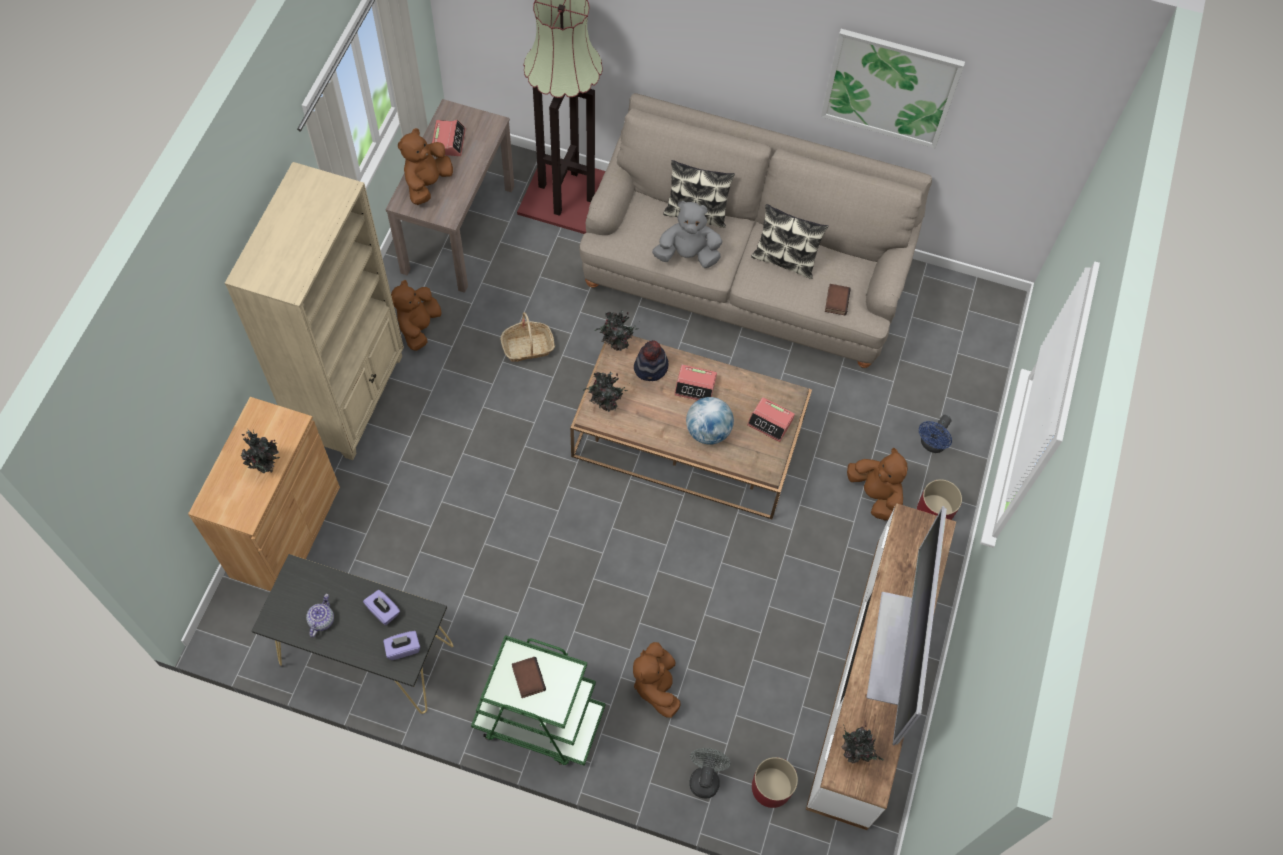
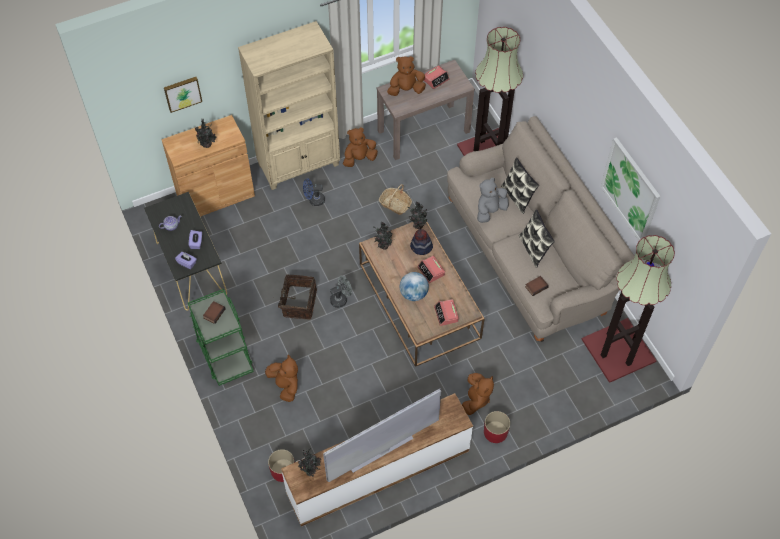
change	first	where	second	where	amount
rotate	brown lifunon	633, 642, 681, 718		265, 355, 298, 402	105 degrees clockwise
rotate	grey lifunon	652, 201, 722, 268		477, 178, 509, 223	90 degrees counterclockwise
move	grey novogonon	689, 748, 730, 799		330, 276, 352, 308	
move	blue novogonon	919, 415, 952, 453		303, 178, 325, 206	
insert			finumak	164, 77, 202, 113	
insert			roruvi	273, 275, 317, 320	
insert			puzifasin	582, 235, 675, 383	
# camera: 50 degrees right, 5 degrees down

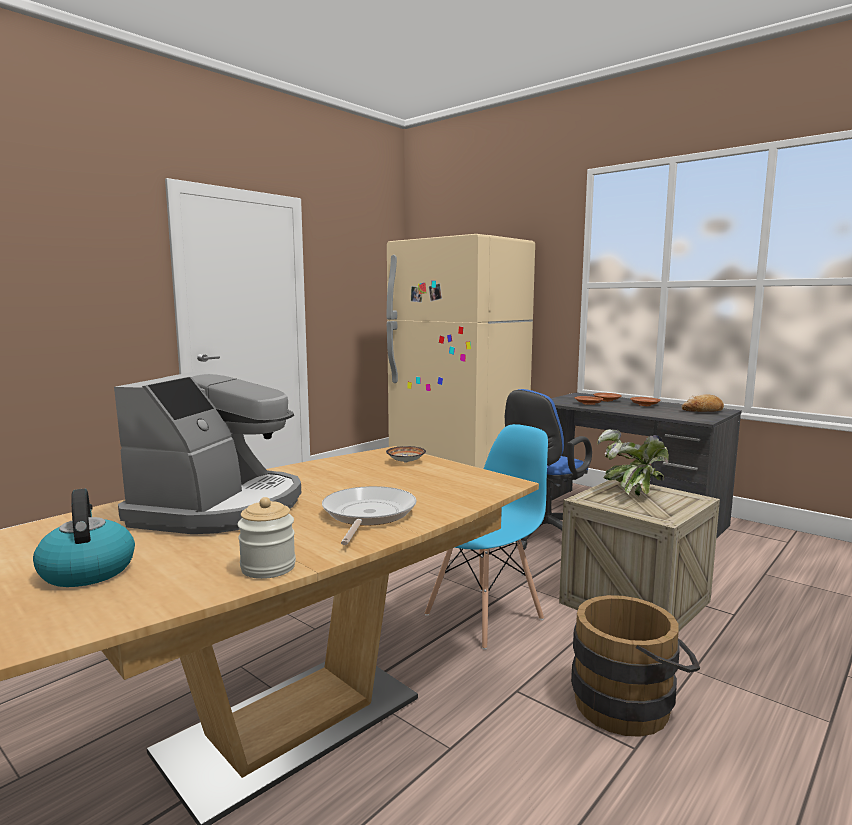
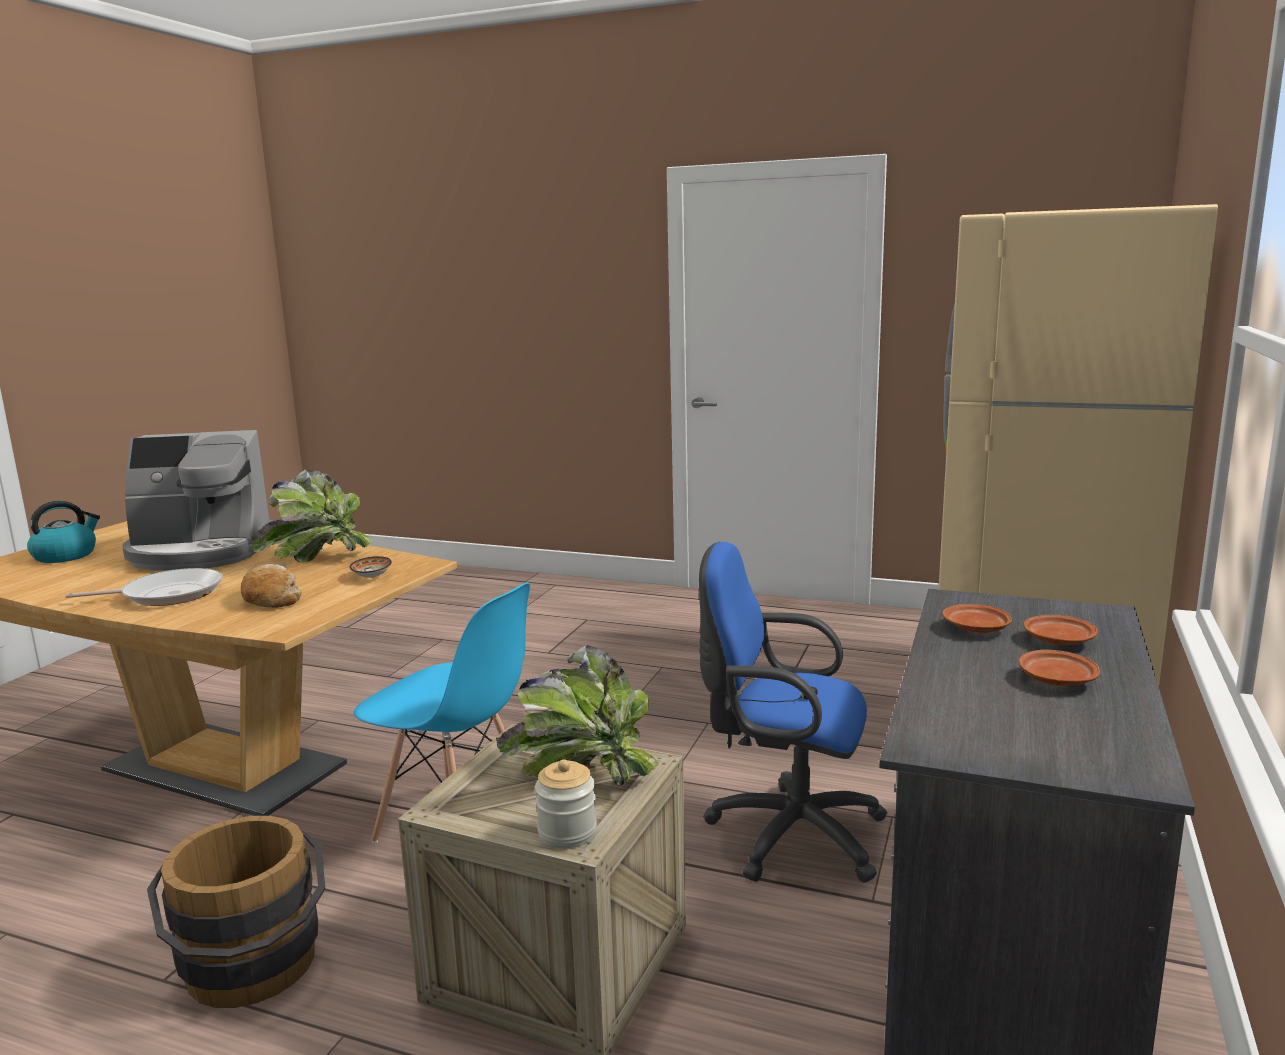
change	first	where	second	where	amount
move	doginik	237, 497, 296, 579		535, 760, 597, 848	
move	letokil	681, 394, 724, 412		241, 564, 302, 608	
insert			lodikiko	248, 469, 372, 563	
# camera: 70 degrees right, 5 degrees up

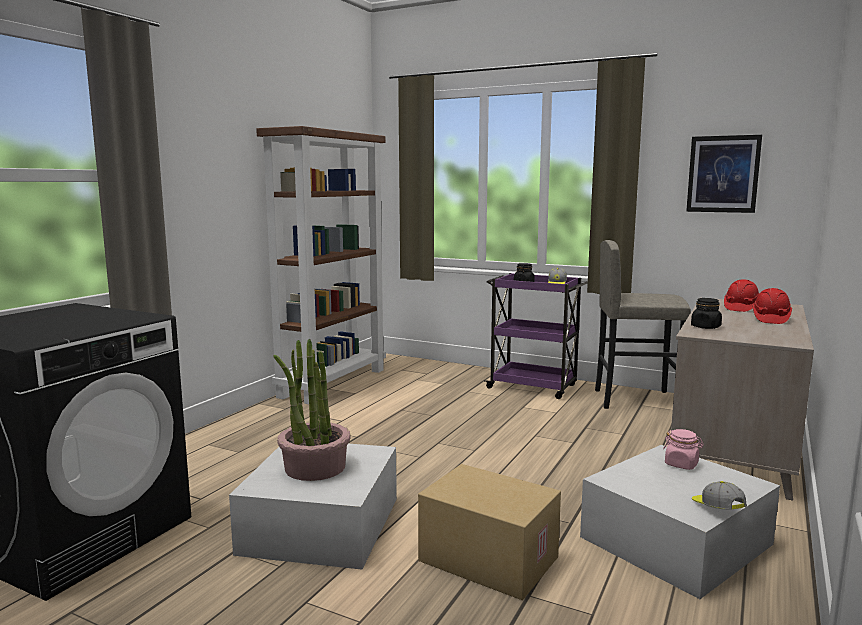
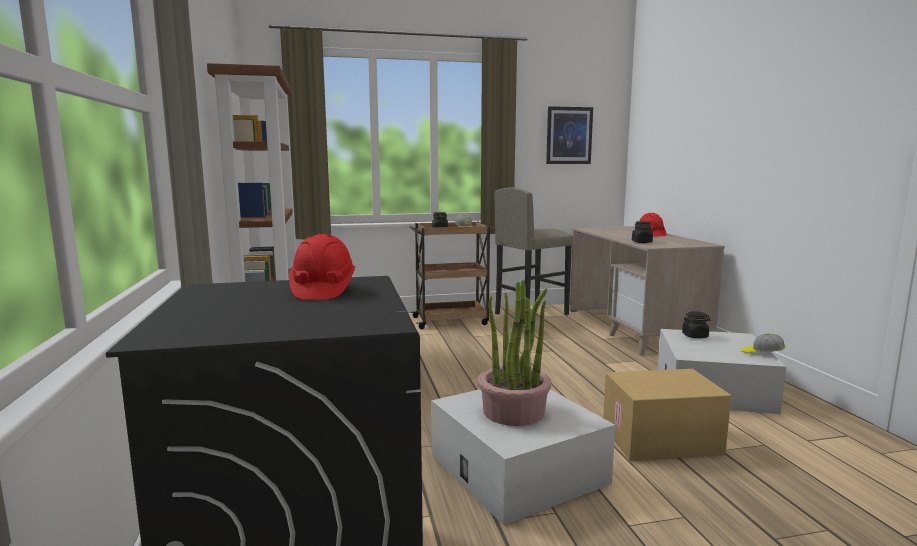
change	first	where	second	where	amount
recolor	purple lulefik	484, 273, 588, 399	brown lulefik	409, 222, 496, 329	
recolor	pink doginik	663, 429, 704, 470	black doginik	682, 311, 710, 338	
move	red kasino	724, 279, 759, 312		289, 234, 355, 300	
# camera: 40 degrees left, 0 degrees up

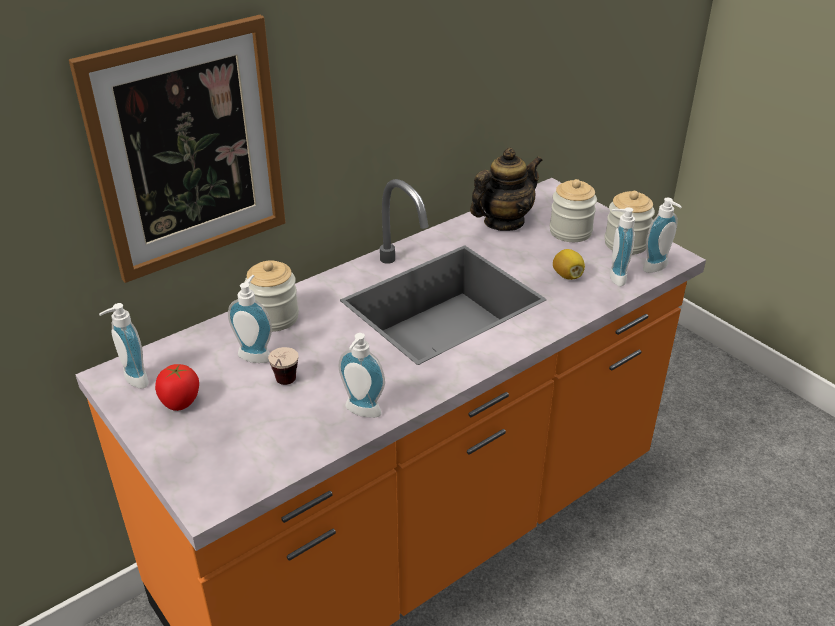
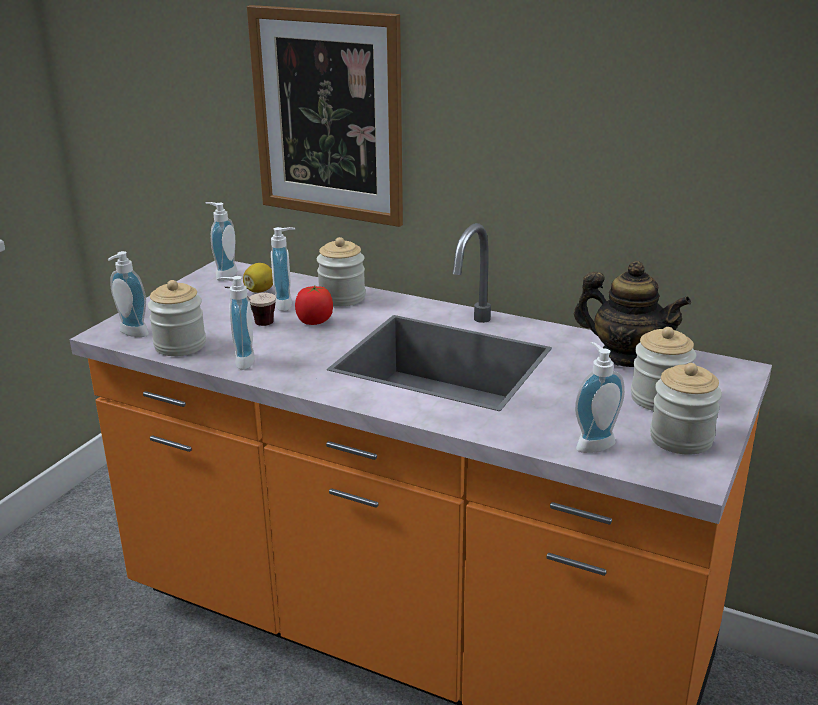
change	first	where	second	where	amount
move	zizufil	155, 364, 199, 411		295, 286, 333, 325	
move	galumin	553, 249, 585, 280		243, 263, 273, 293	
move	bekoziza	643, 198, 682, 273		108, 251, 149, 337	
insert			doginik	148, 280, 206, 356	
# camera: 65 degrees right, 10 degrees down

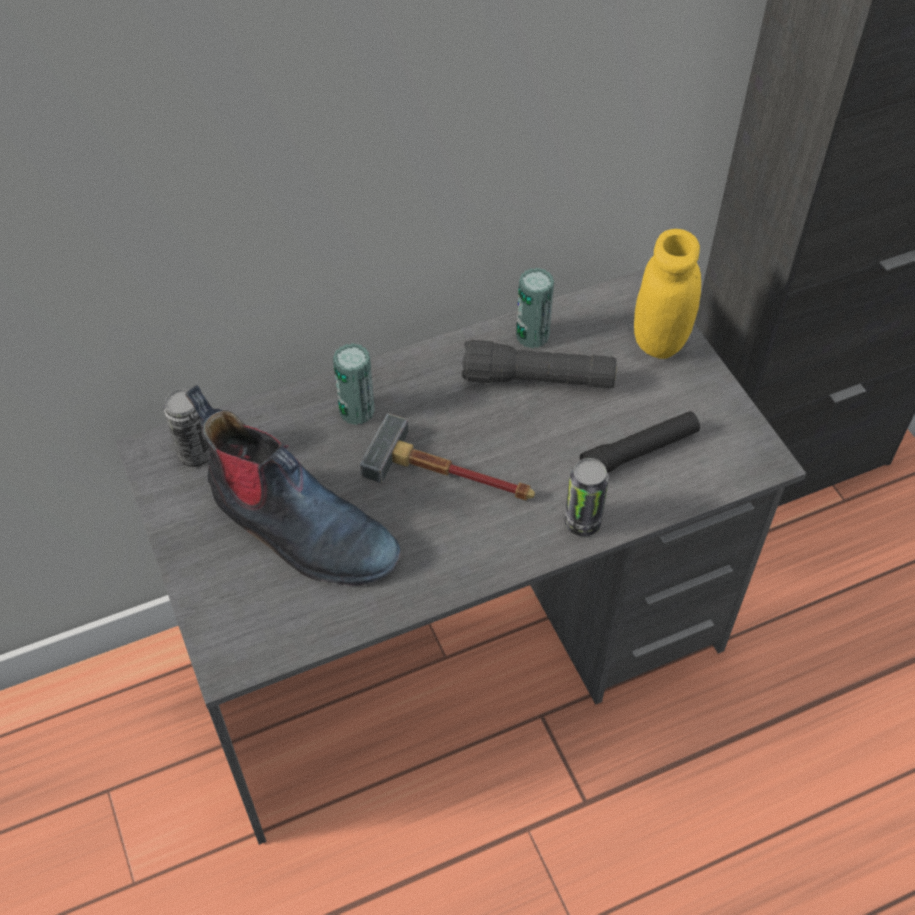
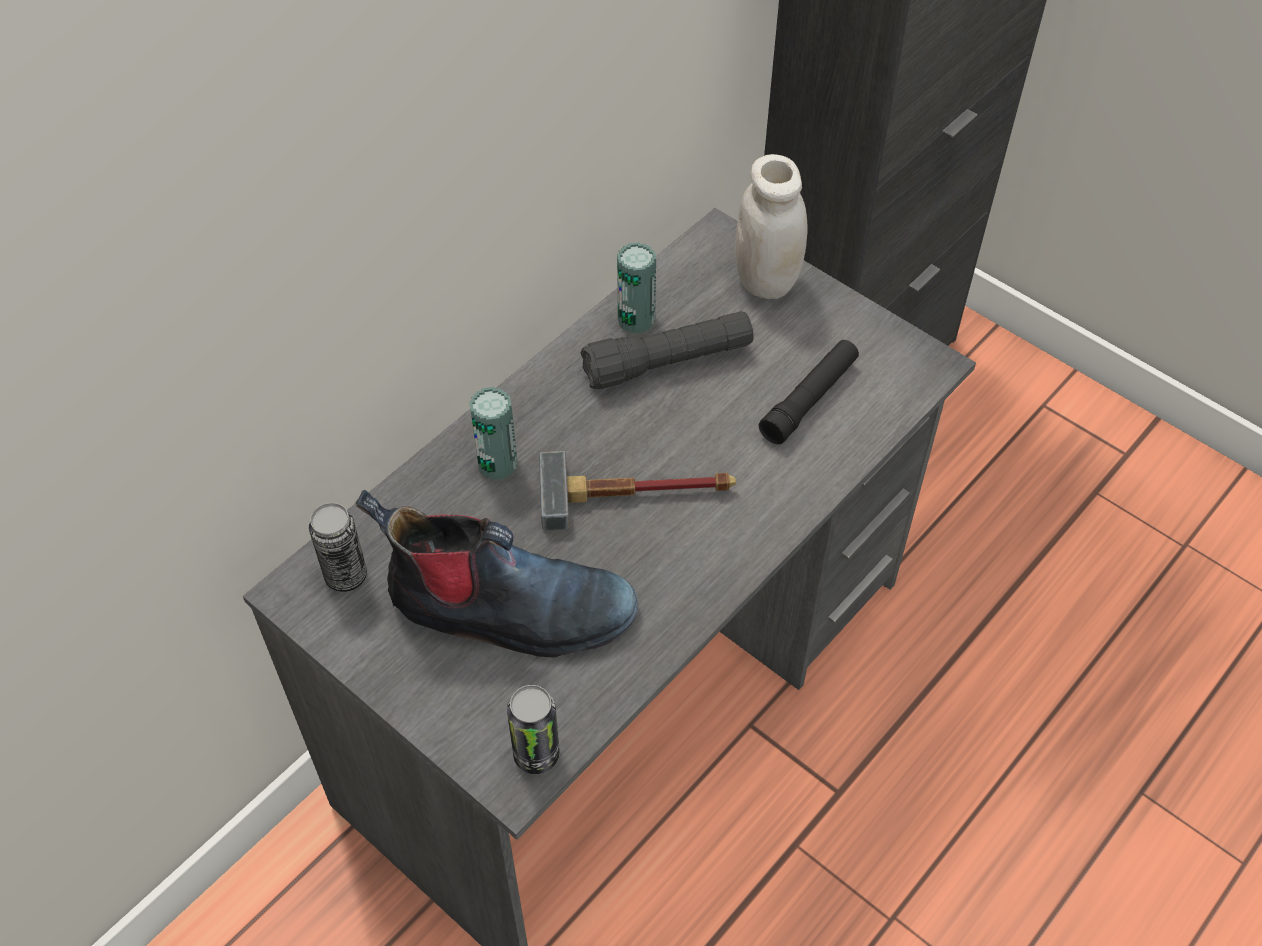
change	first	where	second	where	amount
move	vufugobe	564, 458, 609, 536		507, 685, 560, 774	
recolor	yellow doginik	634, 229, 701, 359	white doginik	735, 154, 808, 299	
# camera: 25 degrees left, 0 degrees up

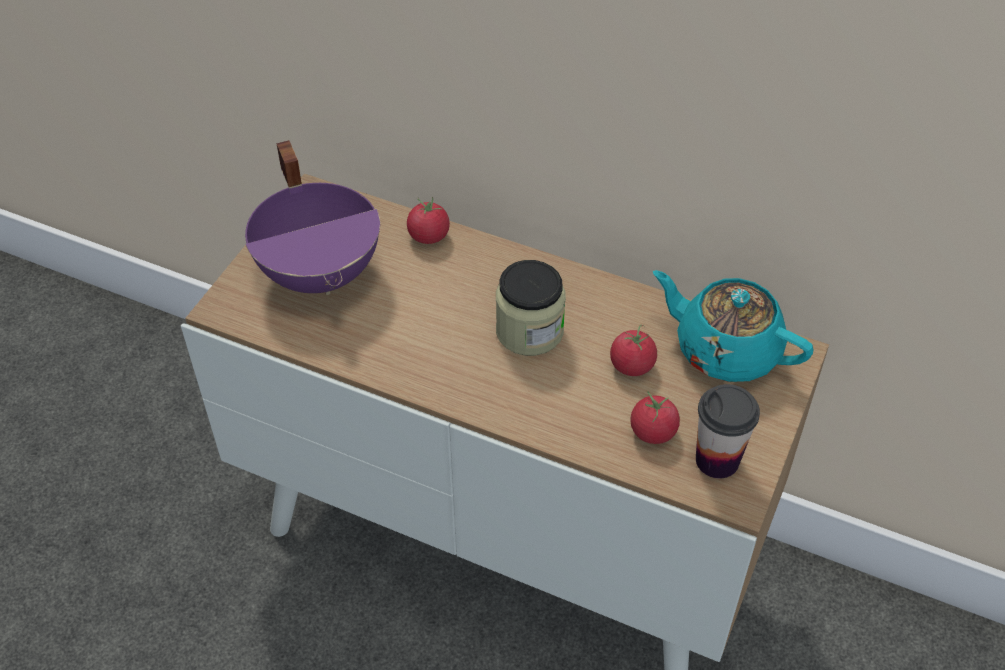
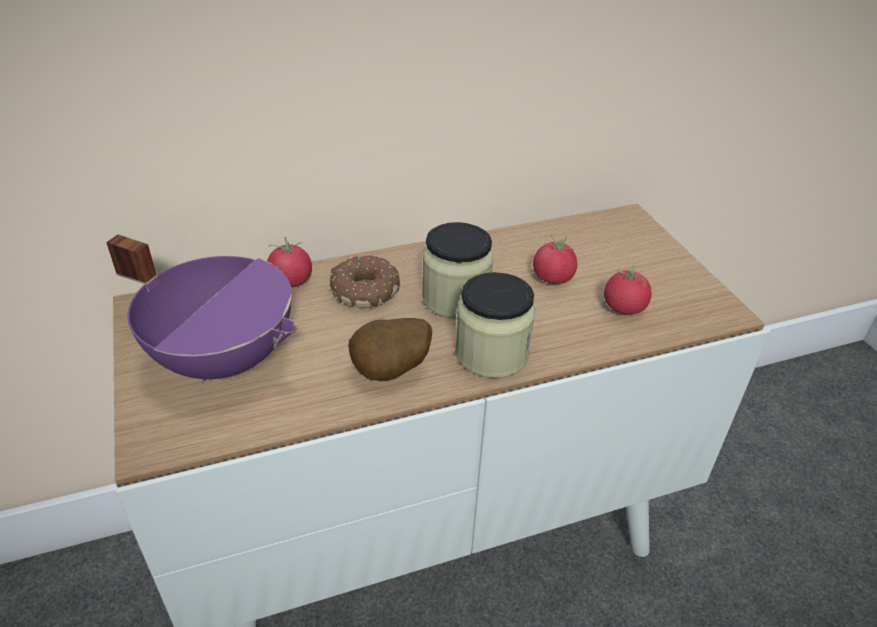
change	first	where	second	where	amount
delete	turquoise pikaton	653, 270, 813, 382			
delete	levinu	696, 384, 760, 478			
insert			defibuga	330, 255, 400, 308	
insert			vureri	348, 318, 432, 381	
insert			doginik	455, 272, 535, 378	
# camera: 45 degrees left, 10 degrees down

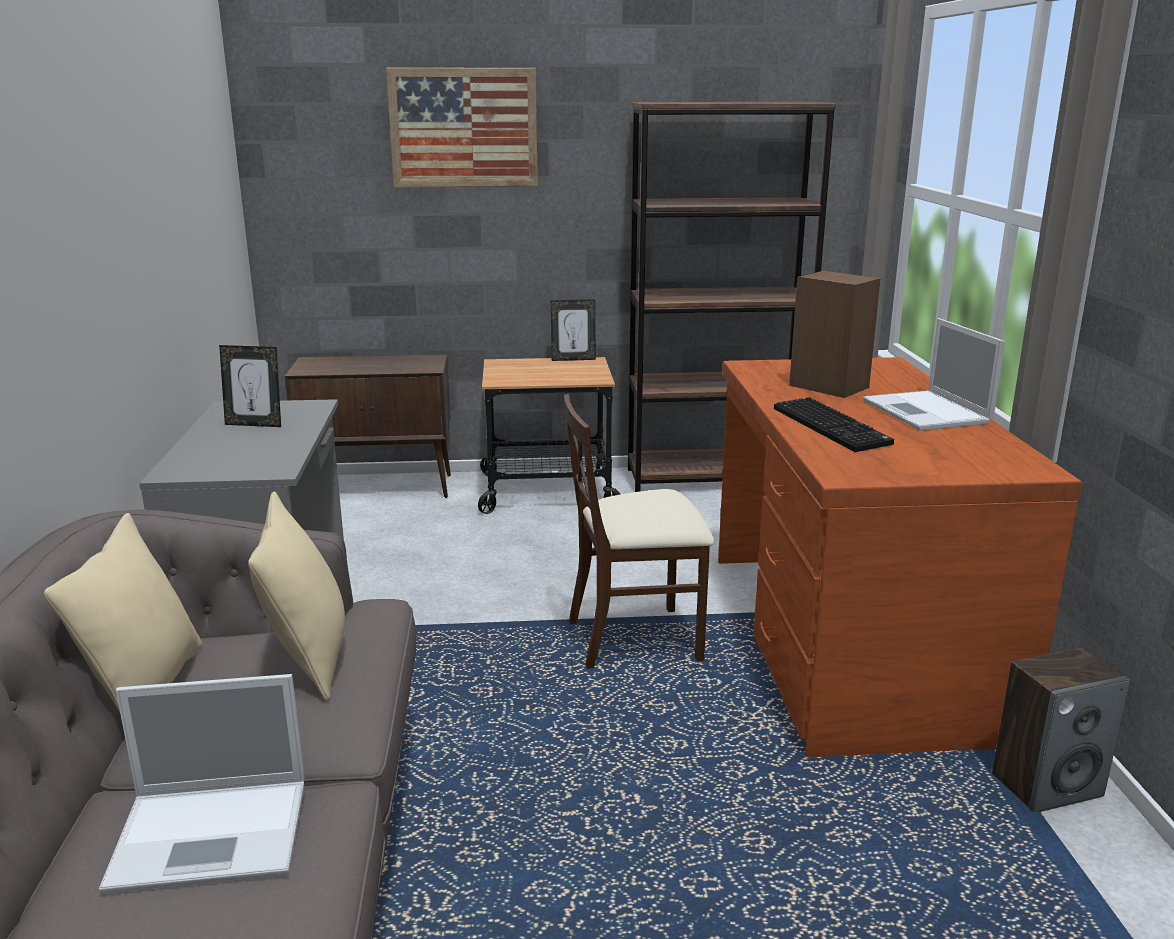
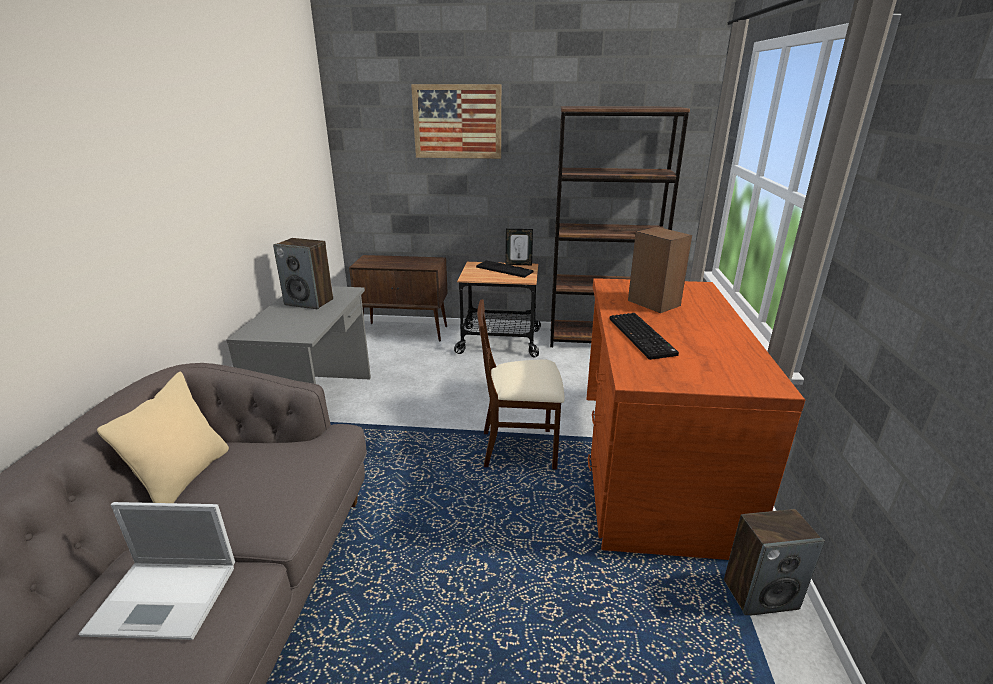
change	first	where	second	where	amount
replace	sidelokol	219, 345, 281, 427	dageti	273, 238, 333, 309	
delete	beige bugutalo	248, 491, 345, 701			
delete	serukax	863, 318, 1005, 431			
insert			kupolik	476, 260, 533, 278	
# camera: 10 degrees right, 5 degrees up

